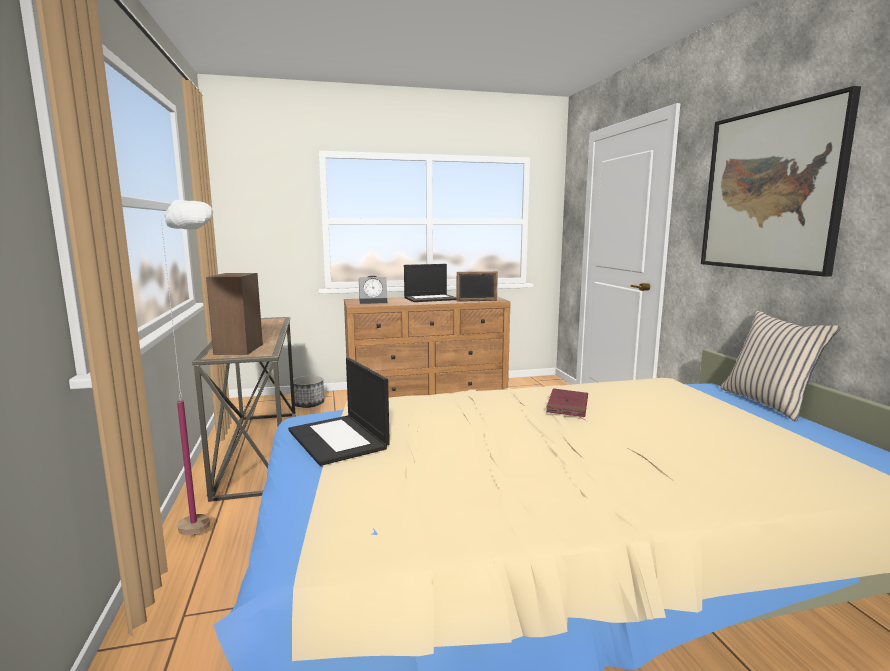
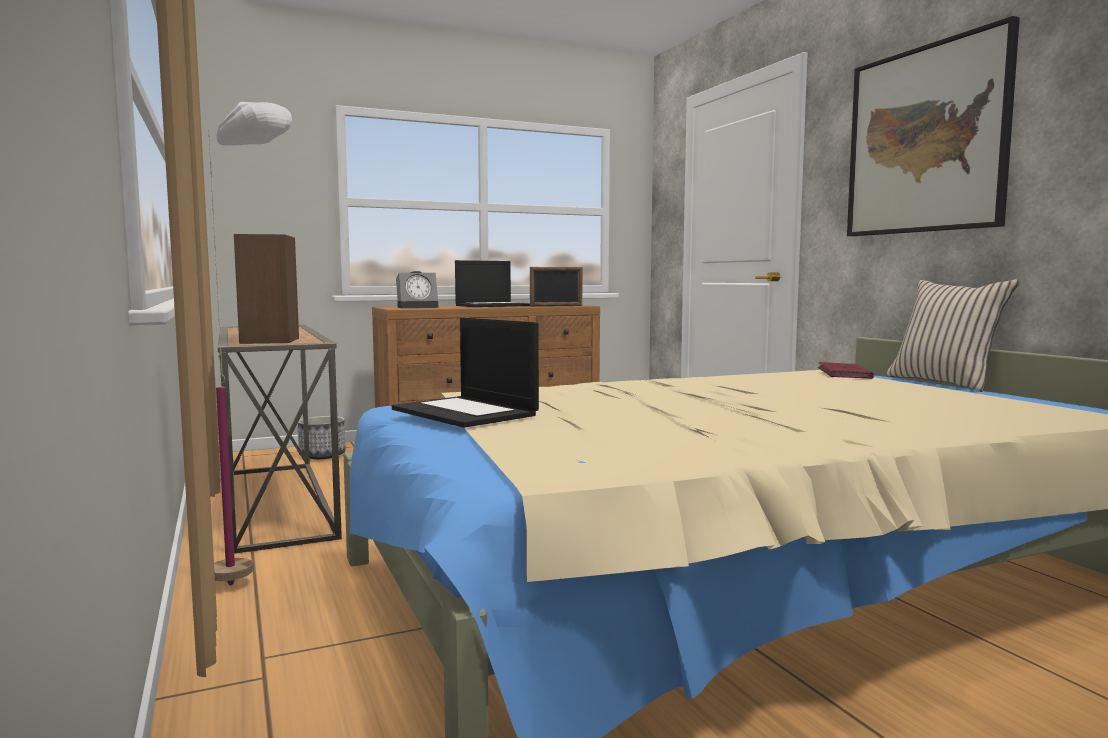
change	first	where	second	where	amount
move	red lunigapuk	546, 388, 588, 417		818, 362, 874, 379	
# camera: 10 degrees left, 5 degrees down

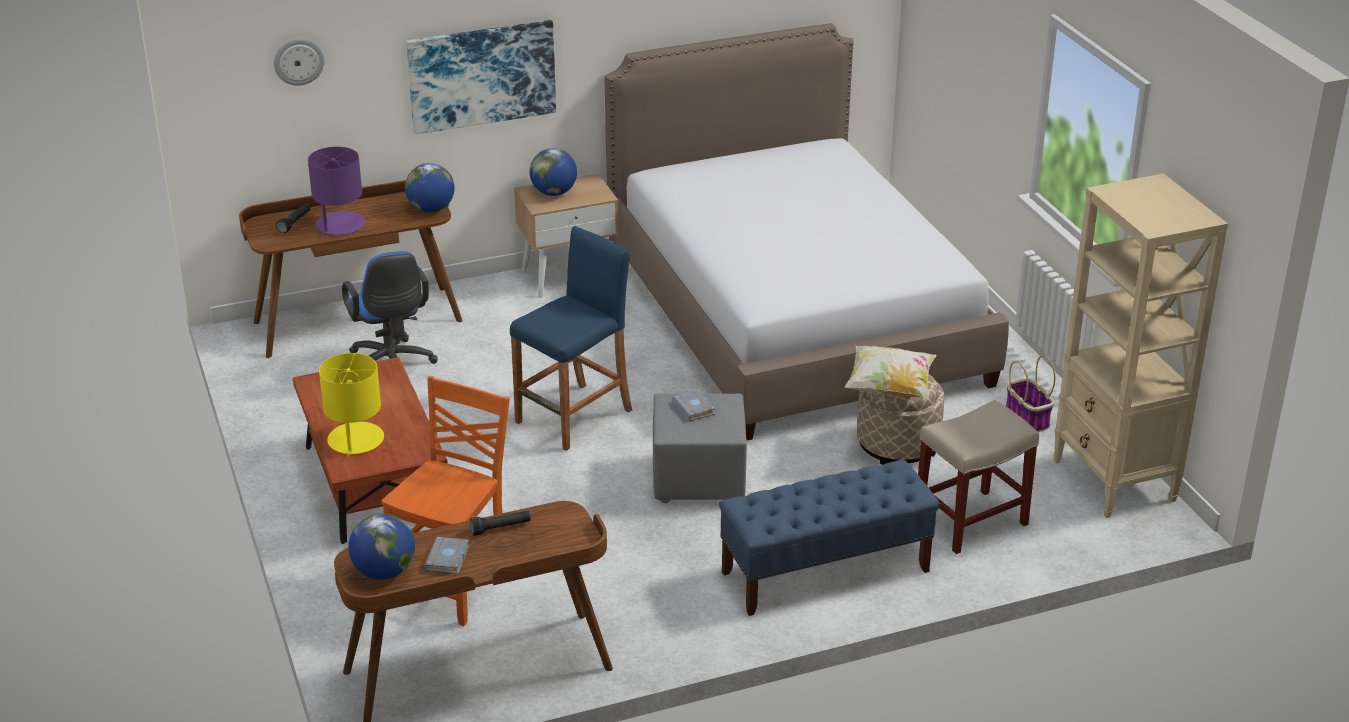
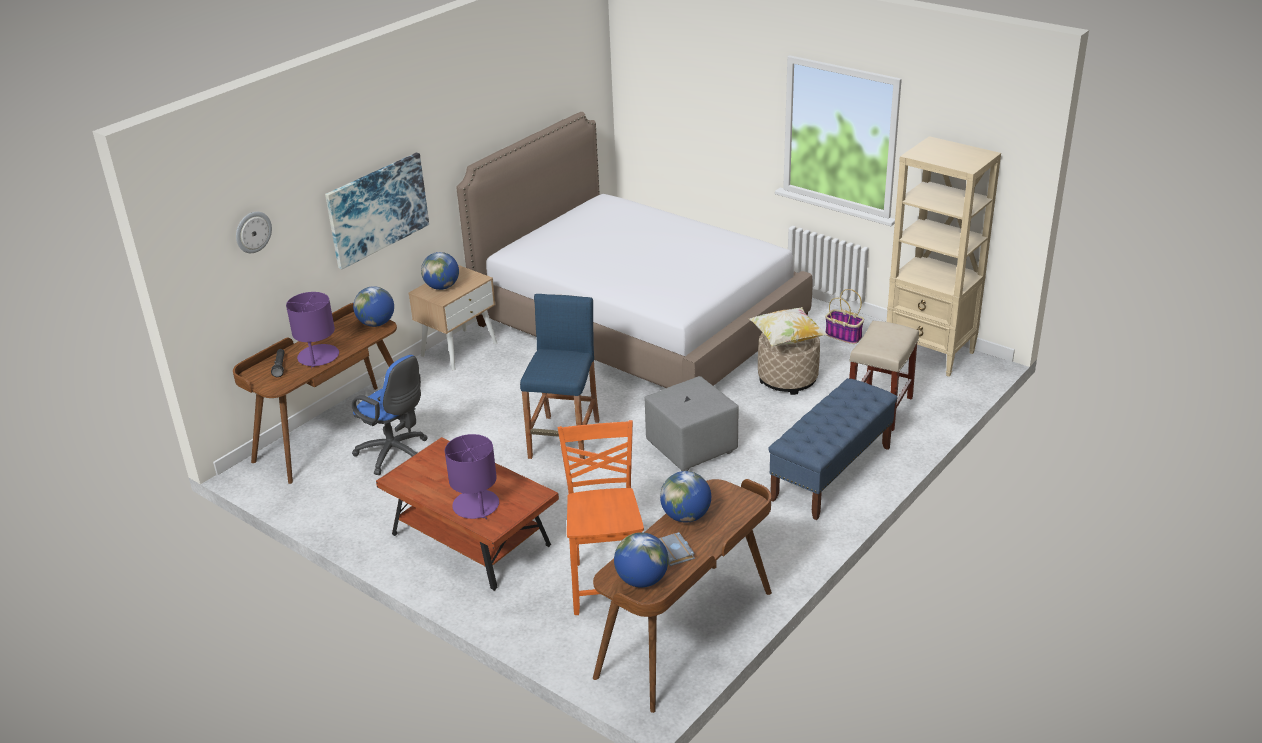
change	first	where	second	where	amount
recolor	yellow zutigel	319, 353, 384, 457	purple zutigel	445, 434, 499, 519	
replace	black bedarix	470, 511, 531, 536	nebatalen	660, 471, 711, 523	
delete	grey lunigapuk	672, 390, 715, 421			
# camera: 30 degrees left, 0 degrees up

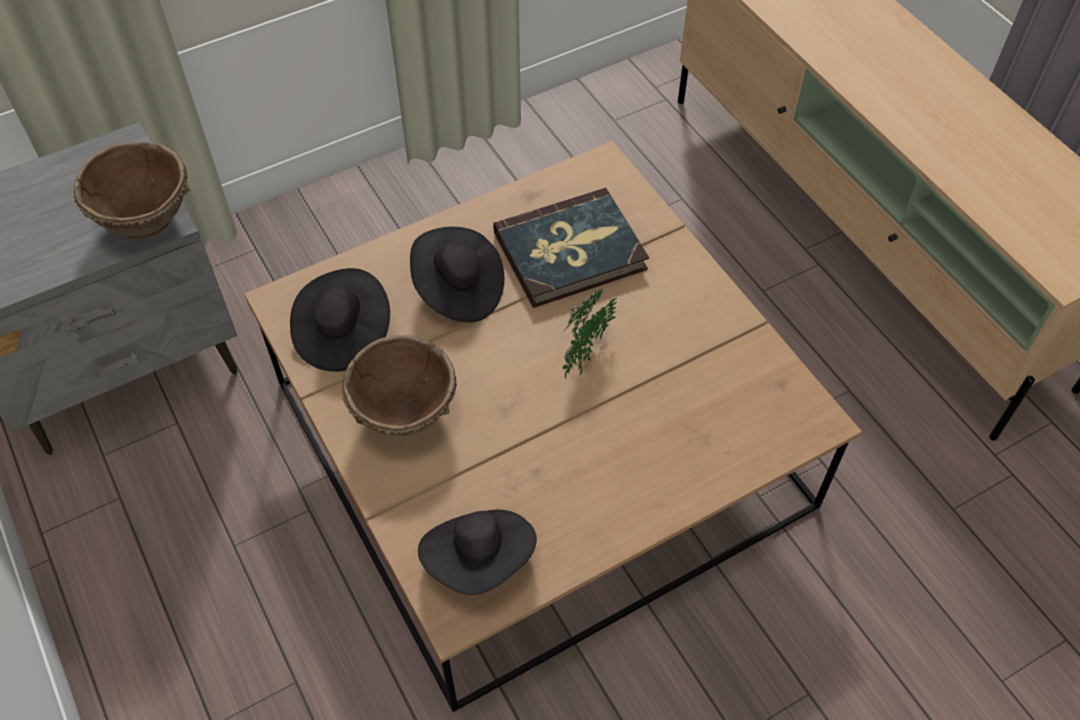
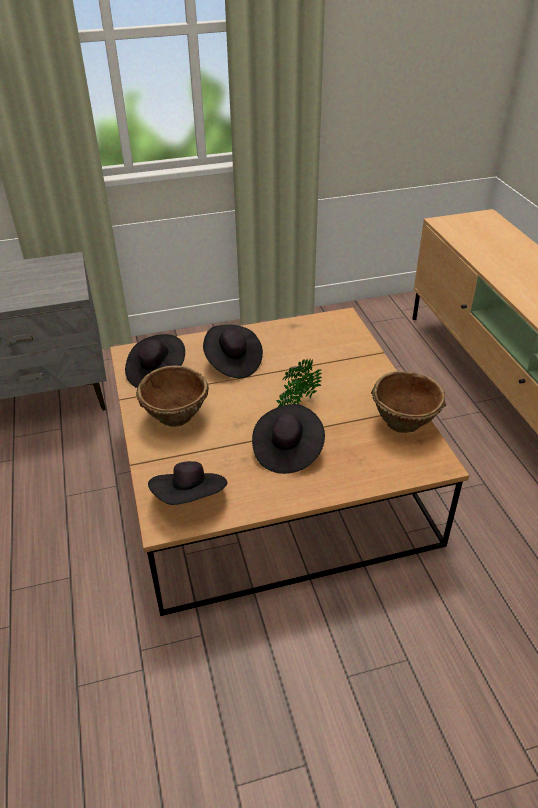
change	first	where	second	where	amount
move	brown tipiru	74, 142, 190, 240		371, 371, 446, 433	
delete	lunigapuk	493, 188, 649, 308			
insert			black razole	252, 404, 325, 474	
# camera: 15 degrees right, 15 degrees down

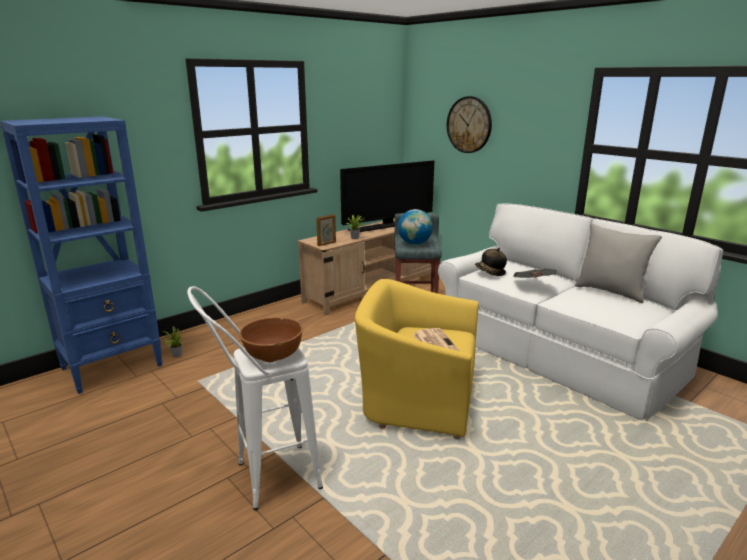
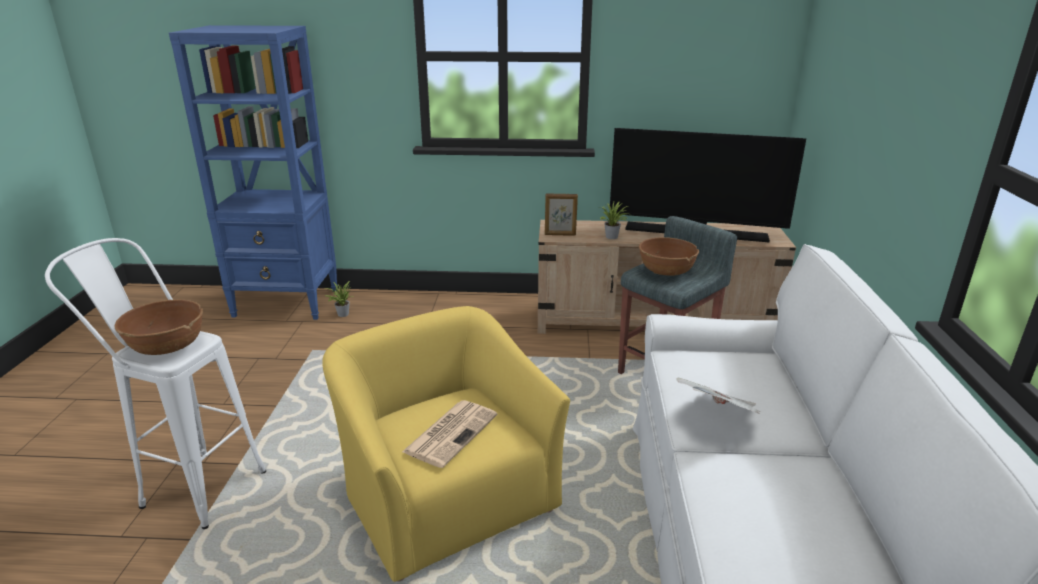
change	first	where	second	where	amount
replace	nebatalen	398, 209, 433, 244	brown tipiru	639, 237, 699, 276	
delete	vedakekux	447, 96, 492, 153			
delete	razole	475, 248, 507, 276			
delete	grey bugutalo	575, 223, 662, 303			
# camera: 45 degrees right, 5 degrees up

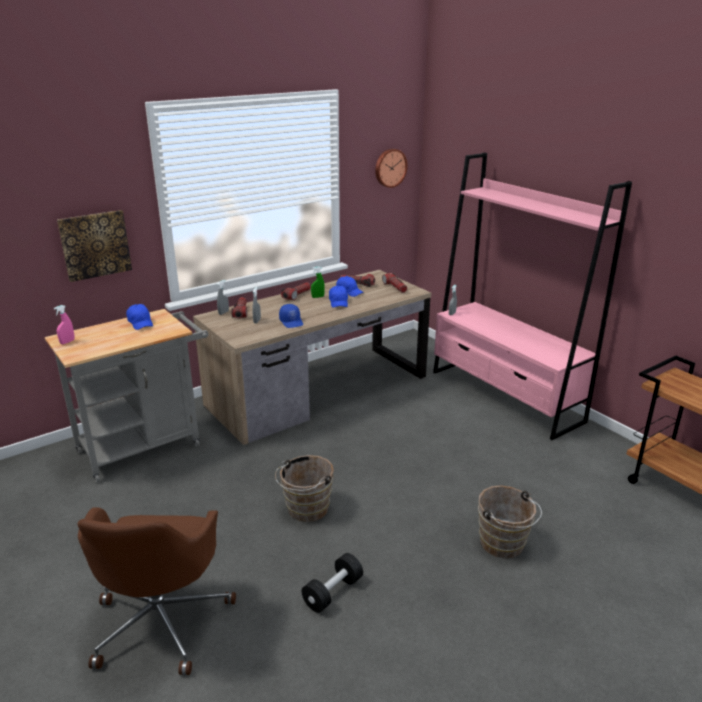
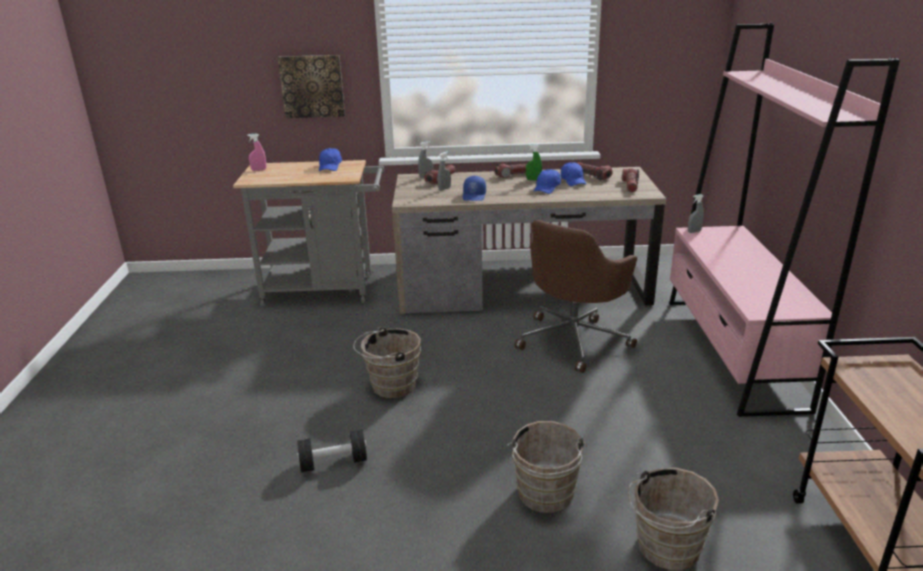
change	first	where	second	where	amount
move	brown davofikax	77, 507, 236, 675		514, 220, 637, 373	
delete	vedakekux	375, 149, 408, 188			
insert			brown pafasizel	628, 468, 719, 570	
# camera: 35 degrees right, 0 degrees up

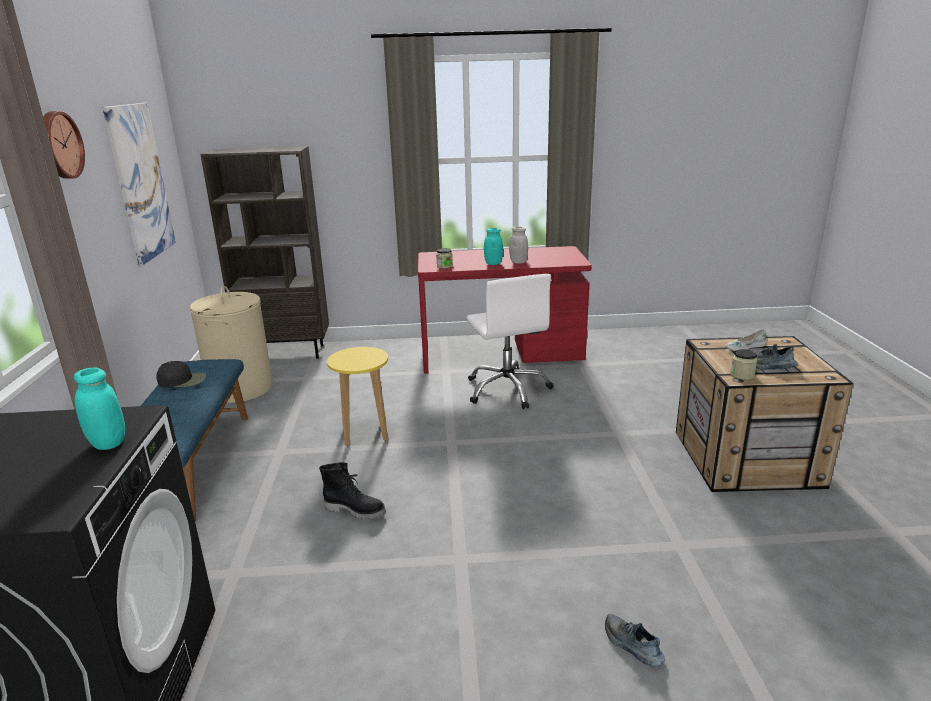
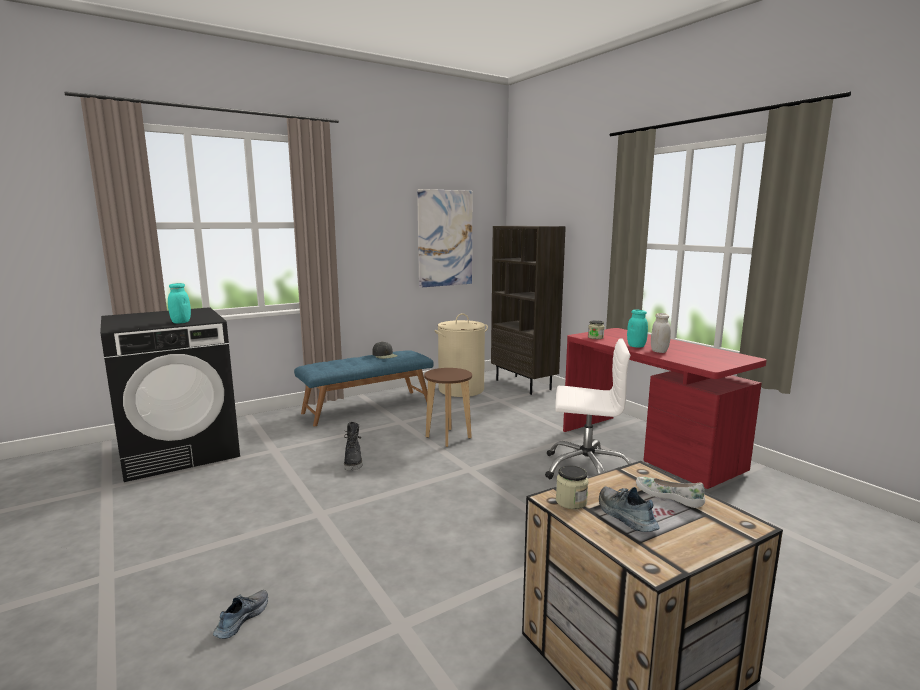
change	first	where	second	where	amount
delete	vedakekux	43, 111, 85, 179			
recolor	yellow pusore	327, 347, 388, 446	brown pusore	424, 368, 472, 447	
rotate	white davofikax	466, 274, 553, 409		545, 338, 631, 479	120 degrees counterclockwise
# camera: 60 degrees right, 10 degrees down

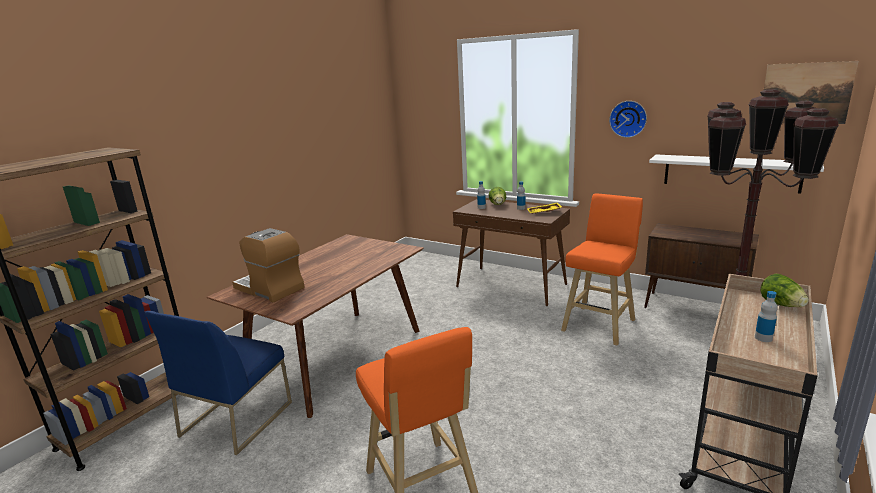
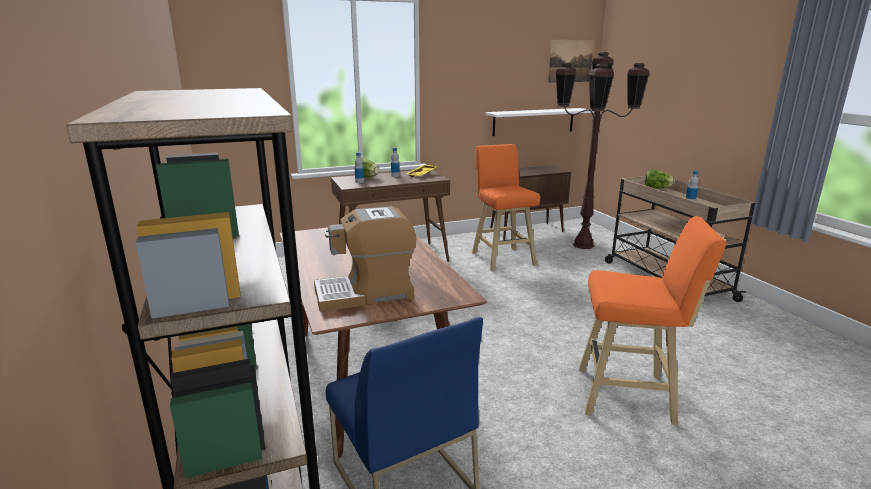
change	first	where	second	where	amount
delete	vedakekux	609, 101, 647, 138			
# camera: 55 degrees left, 0 degrees up

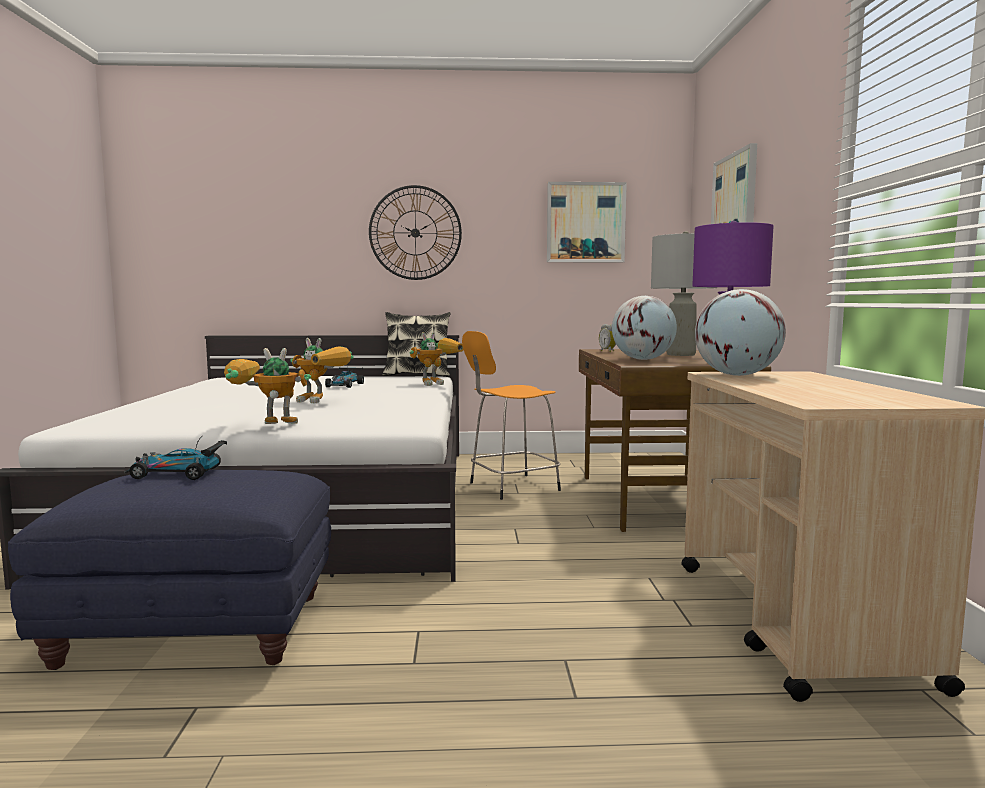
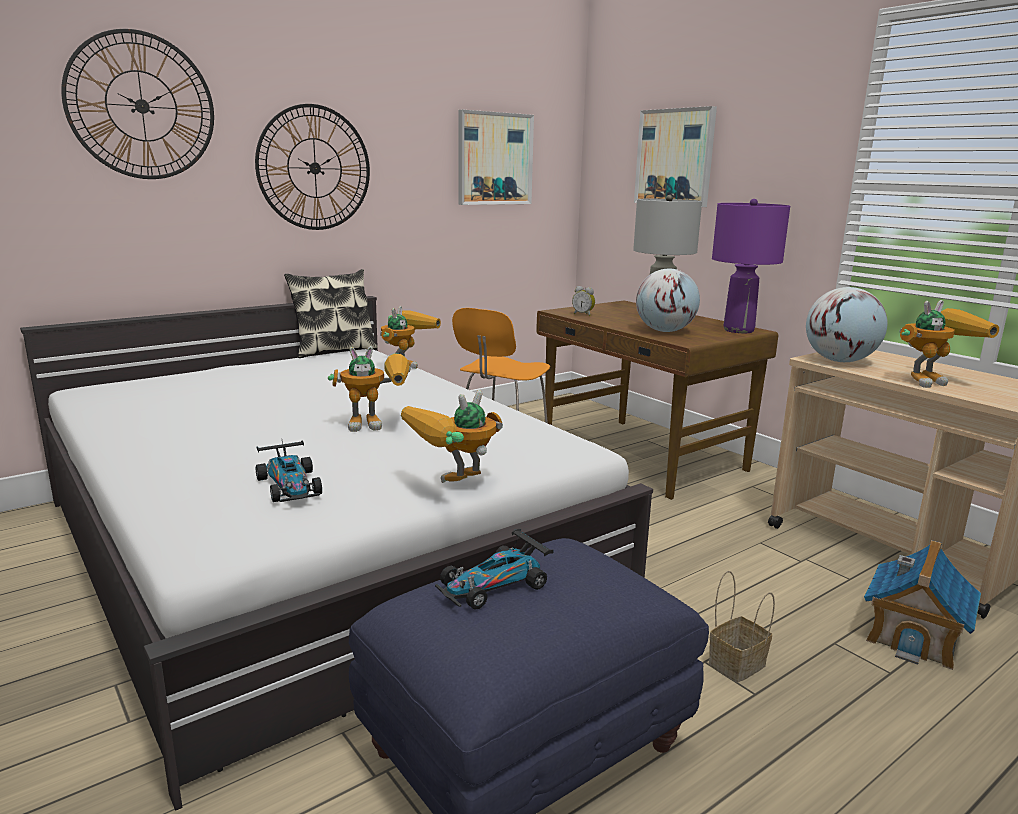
change	first	where	second	where	amount
move	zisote	325, 363, 364, 388		255, 440, 322, 502	
insert			vedakekux	61, 29, 214, 179	
insert			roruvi	709, 571, 775, 683	
insert			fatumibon	864, 540, 981, 670	
insert			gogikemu	899, 300, 999, 388	
# camera: 35 degrees left, 10 degrees up

